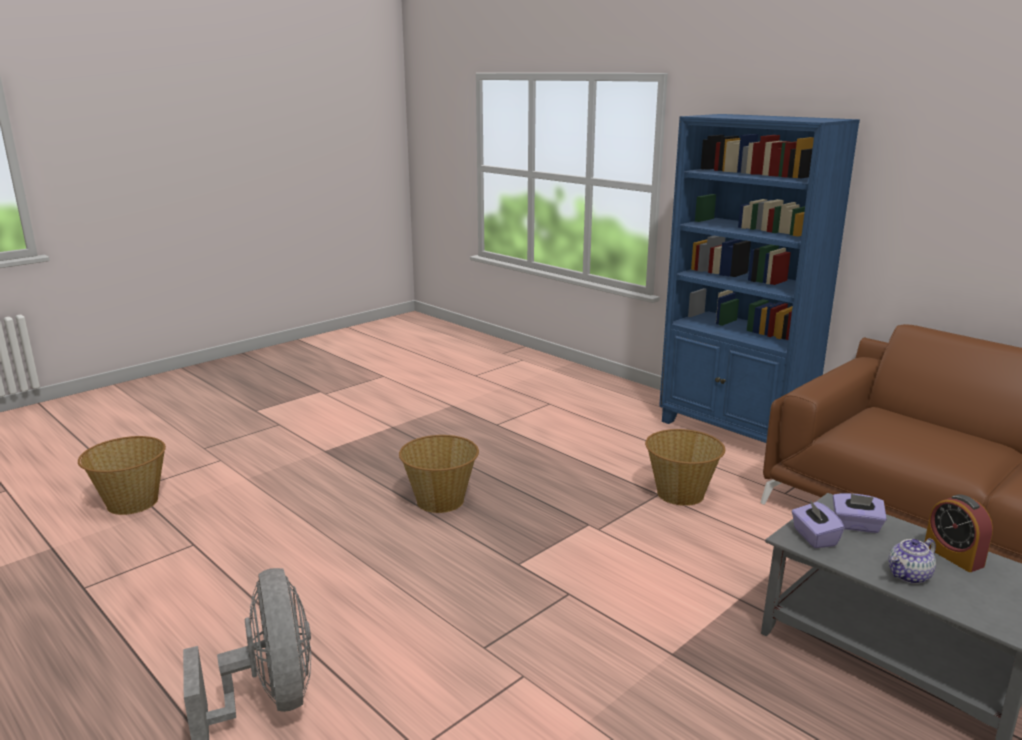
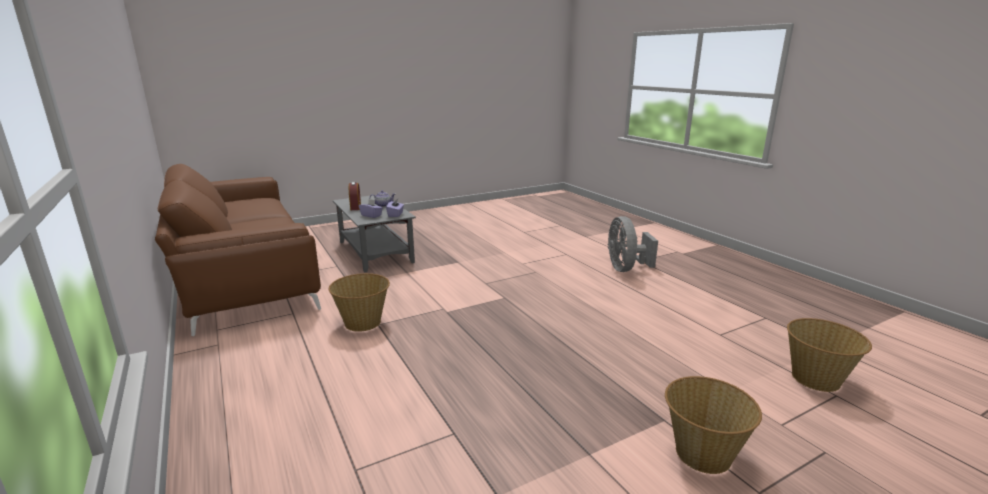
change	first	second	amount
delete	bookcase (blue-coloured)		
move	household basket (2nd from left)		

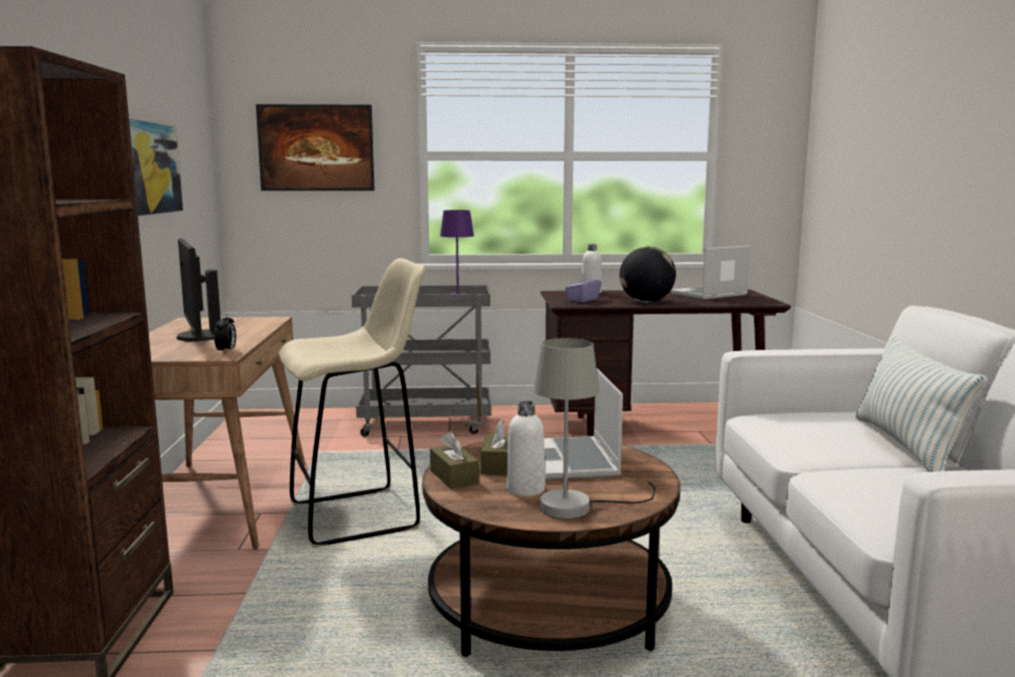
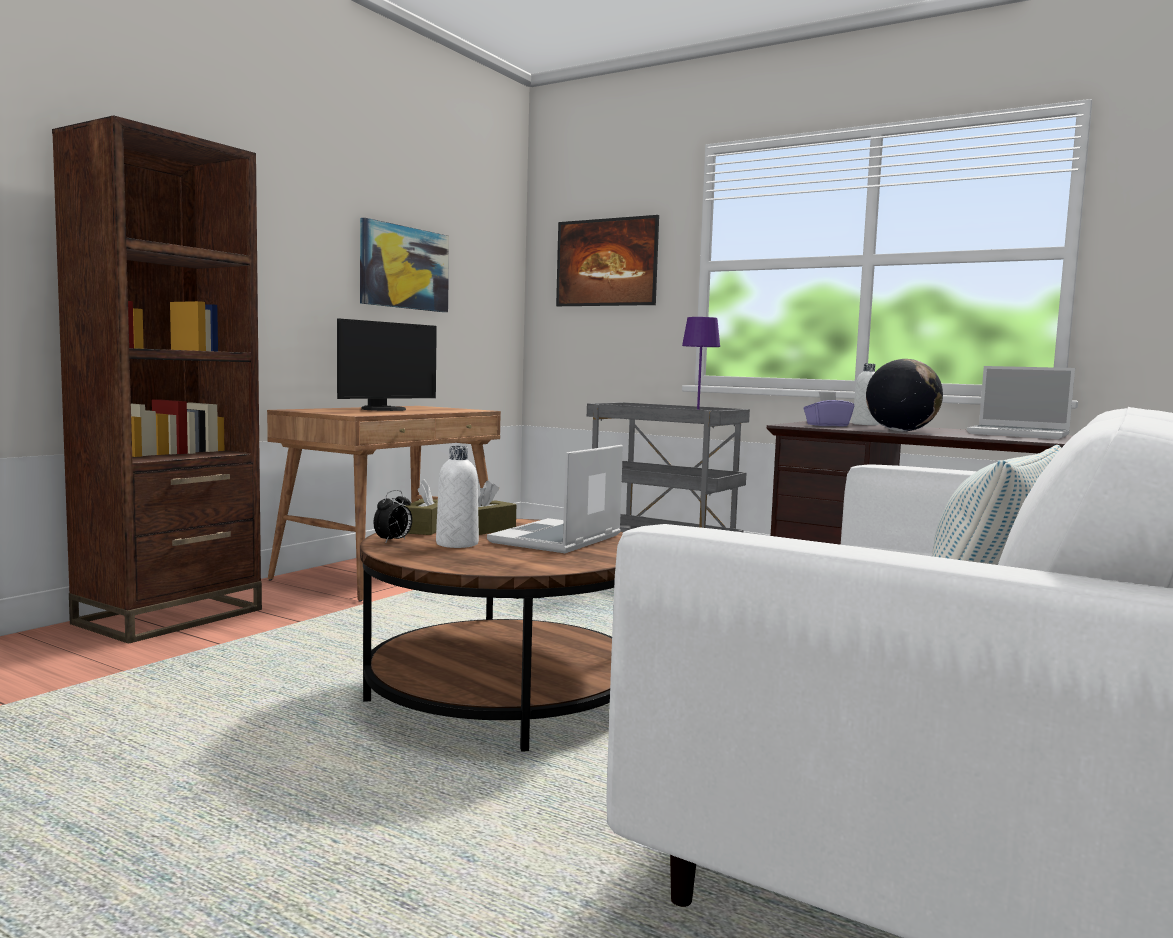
change	first	second	amount
rotate	computer screen		150 degrees counterclockwise
rotate	portable computer (2nd from left)		150 degrees counterclockwise
delete	stool seat (beige-coloured)		
move	table clock		
delete	tabletop lamp (grey)		

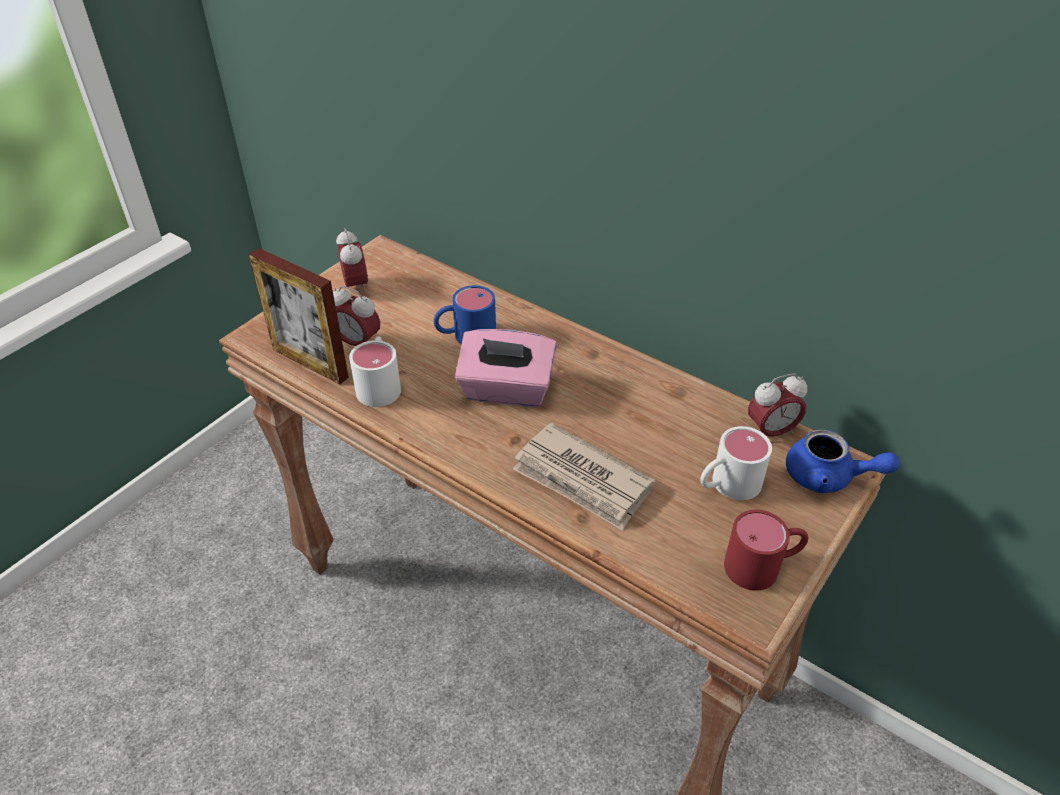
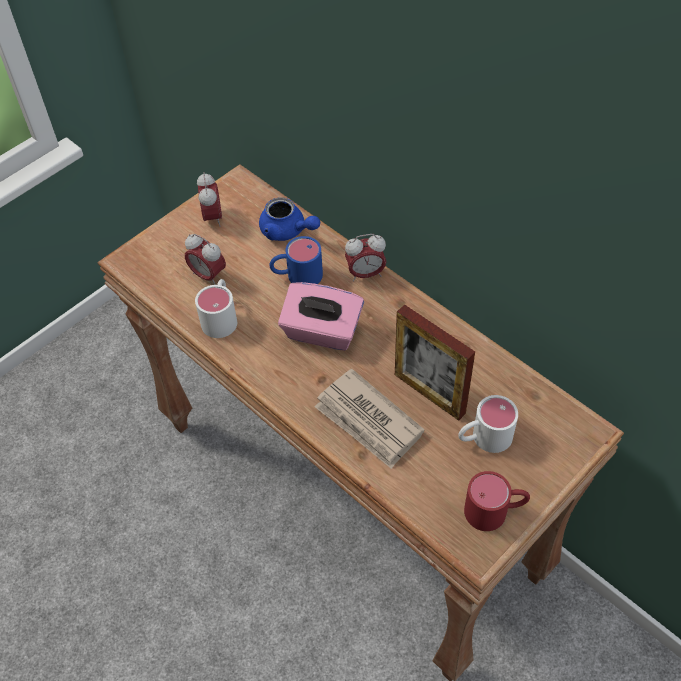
change	first	second	amount
move	photo frame		
move	table clock (3rd from left)		
move	pot for tea (blue-coloured)		

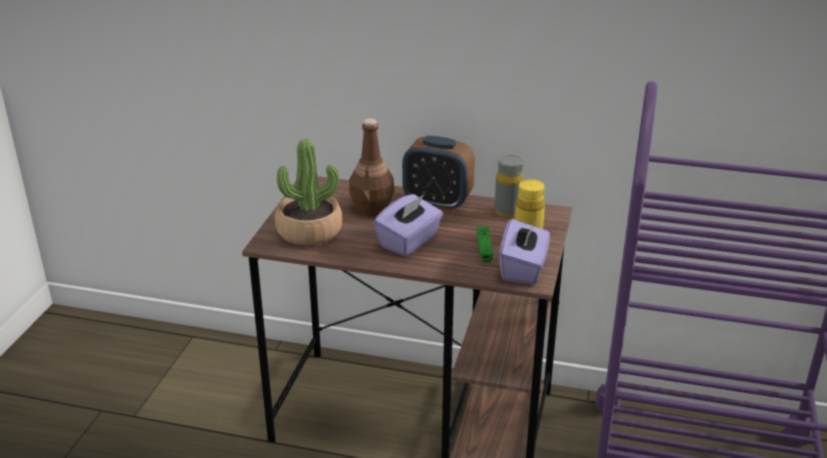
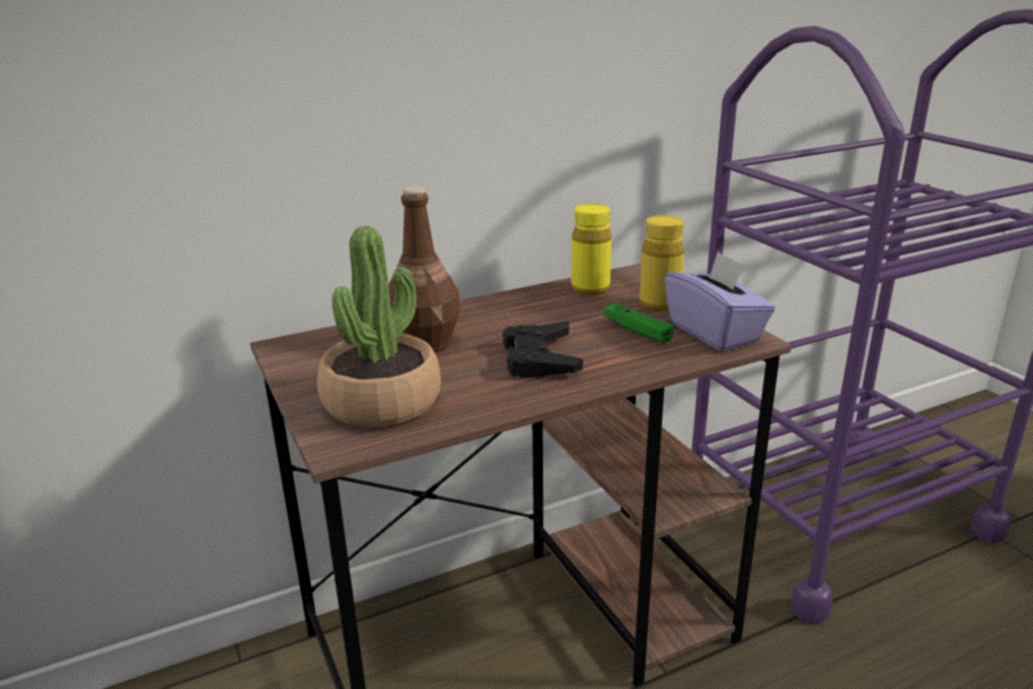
change	first	second	amount
delete	table clock		
recolor	bottle (grey)	bottle (yellow-coloured) (1st from left)	
replace	tissue holder (purplish) (1st from left)	game controller (black)	

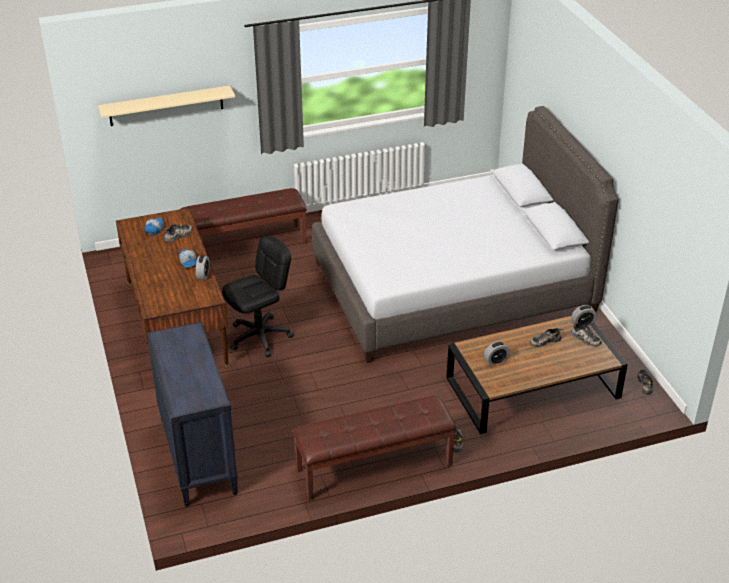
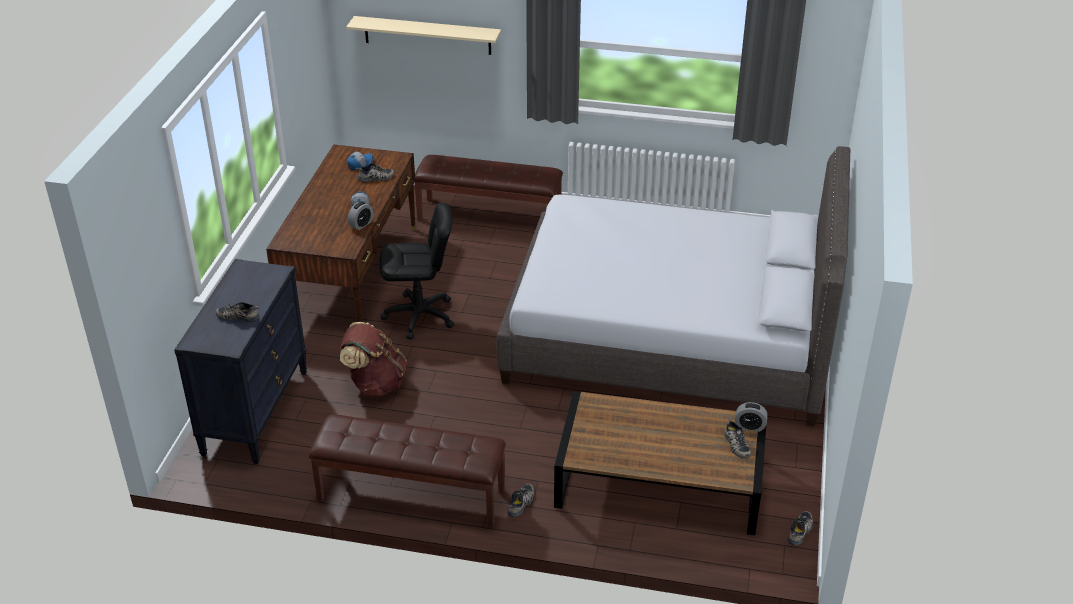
change	first	second	amount
move	shoe (3rd from left in the first image)	shoe (1st from left)	
delete	table clock (2nd from left)		
insert		backpack (brownish)	

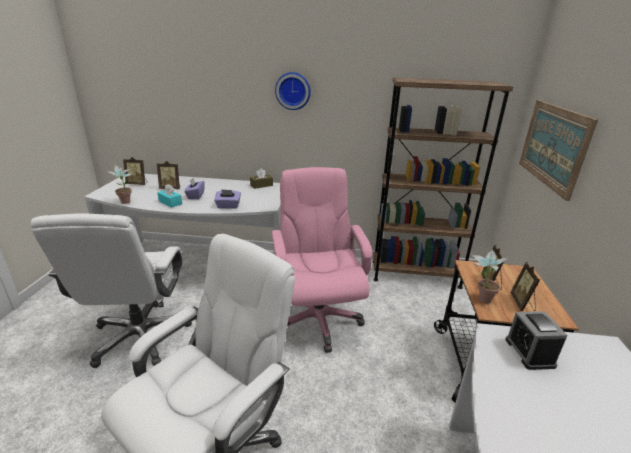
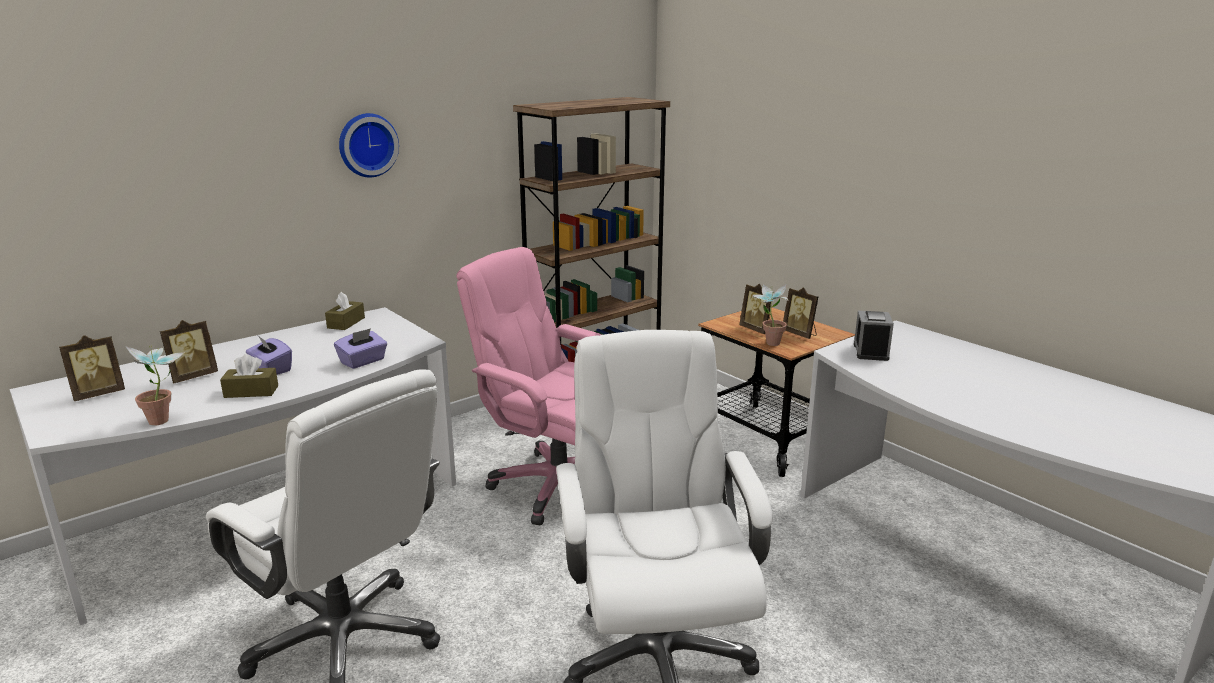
change	first	second	amount
delete	wall art		
recolor	tissue holder (blue-green)	tissue holder (brownish) (1st from left)	
rotate	table clock		60 degrees clockwise

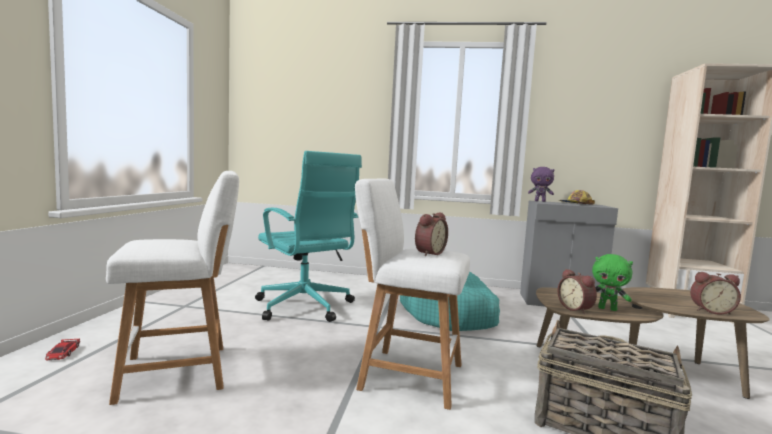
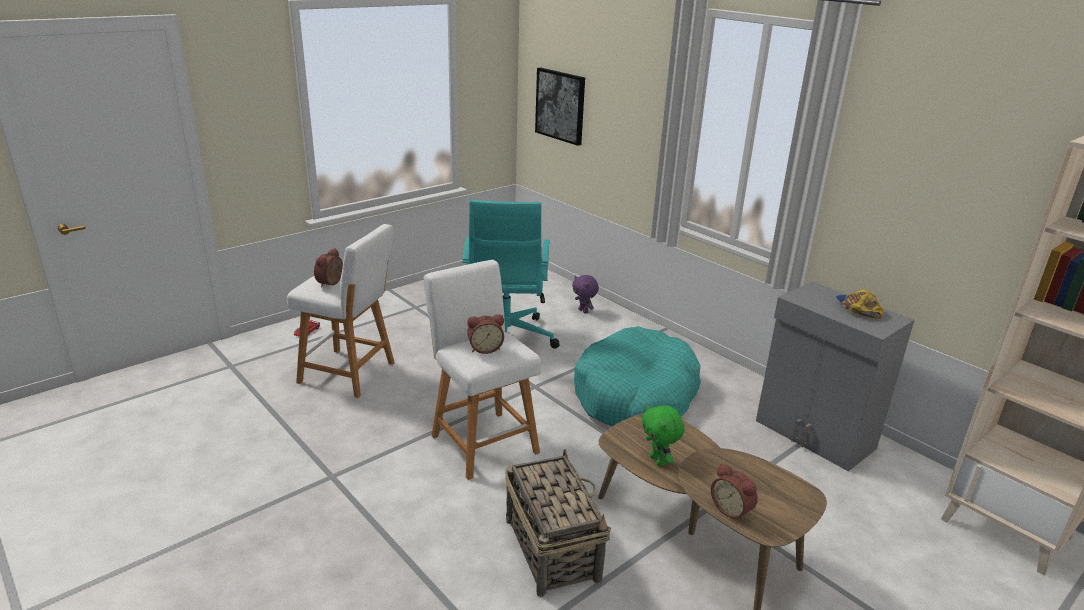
change	first	second	amount
move	cuddly toy (purplish)		
move	table clock (2nd from left in the first image)	table clock (1st from left)	
insert		wall art	

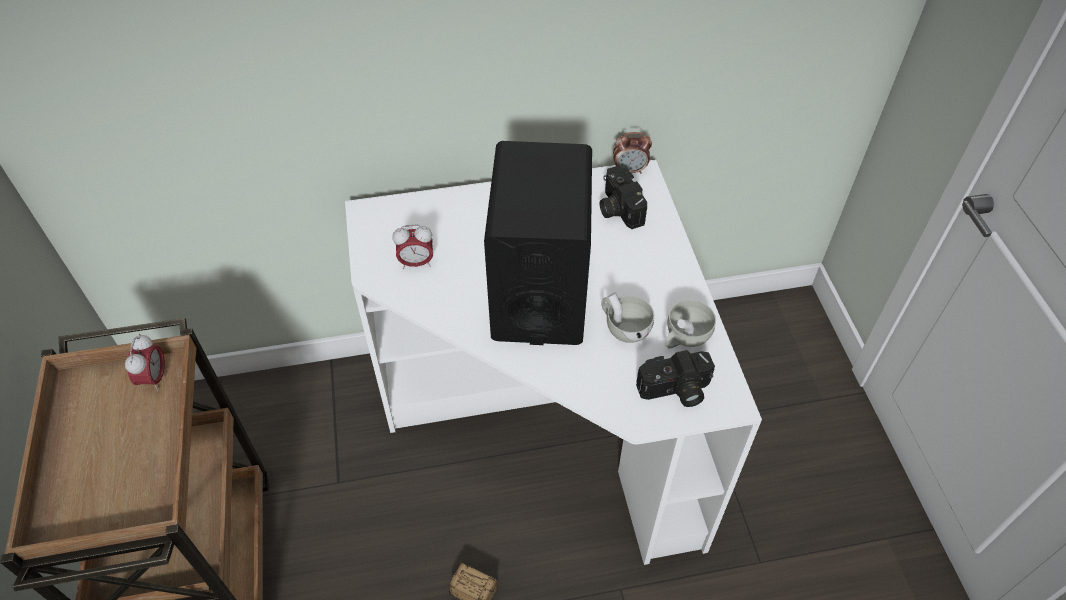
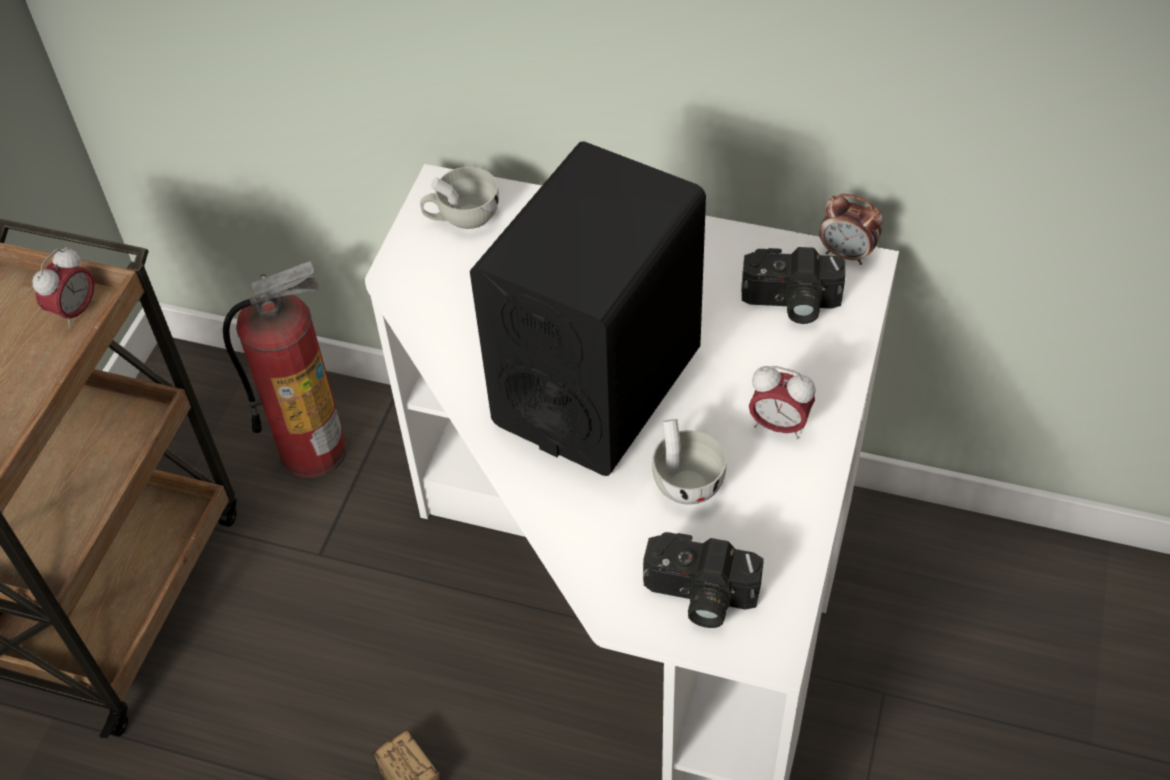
change	first	second	amount
rotate	still camera (1st from left in the first image)	still camera (2nd from left)	90 degrees counterclockwise
move	table clock (2nd from left)		
move	cup (white) (2nd from left in the first image)	cup (white) (1st from left)	
insert		fire-fighting cylinder	

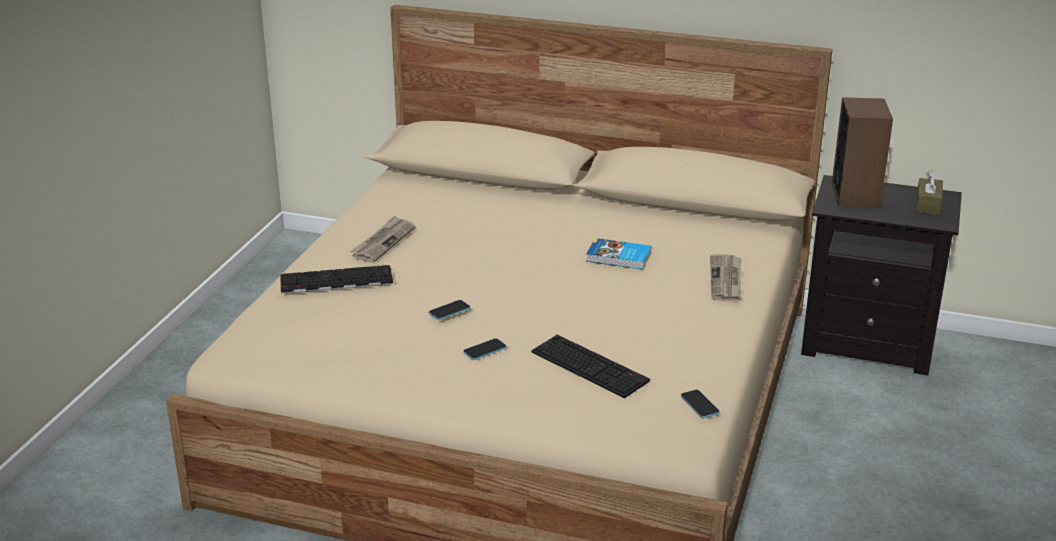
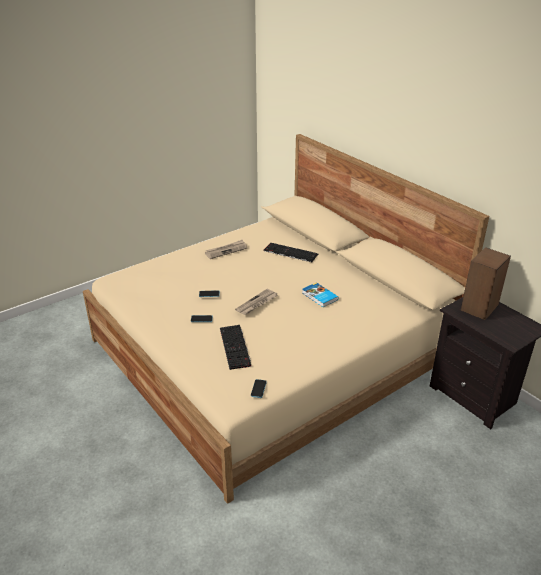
change	first	second	amount
delete	tissue holder (brownish)		
move	printed paper (2nd from left)		
move	PC keyboard (1st from left in the first image)	PC keyboard (2nd from left)	

